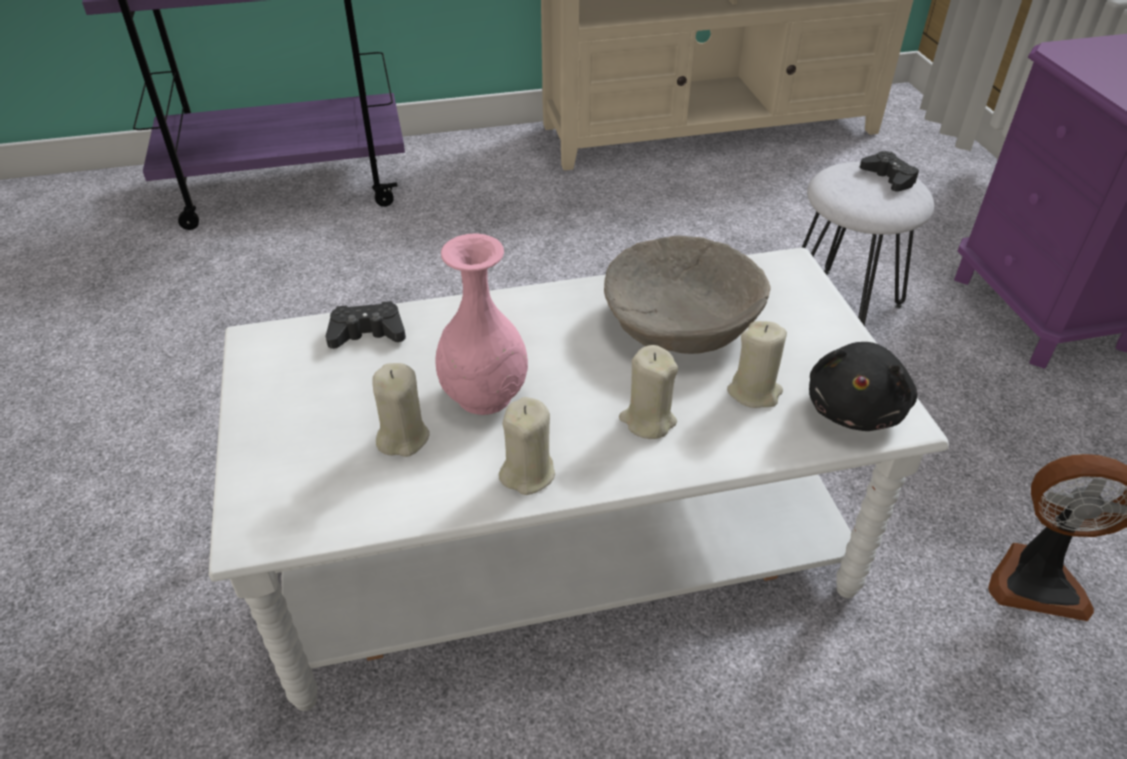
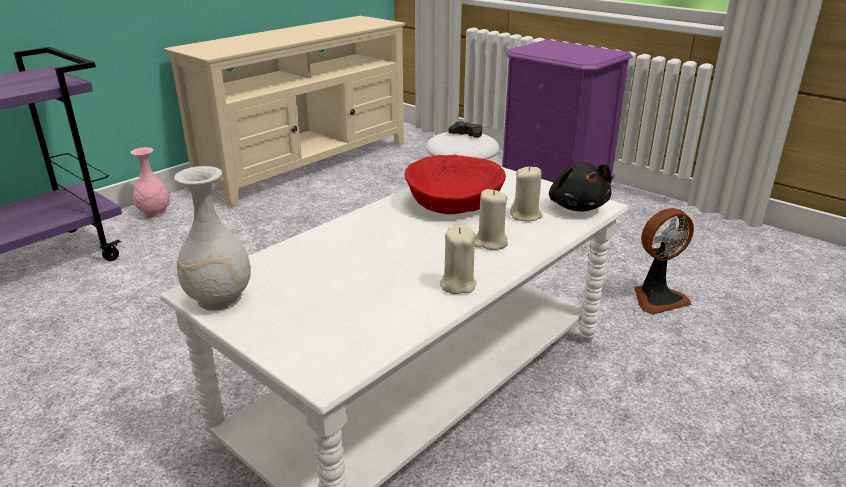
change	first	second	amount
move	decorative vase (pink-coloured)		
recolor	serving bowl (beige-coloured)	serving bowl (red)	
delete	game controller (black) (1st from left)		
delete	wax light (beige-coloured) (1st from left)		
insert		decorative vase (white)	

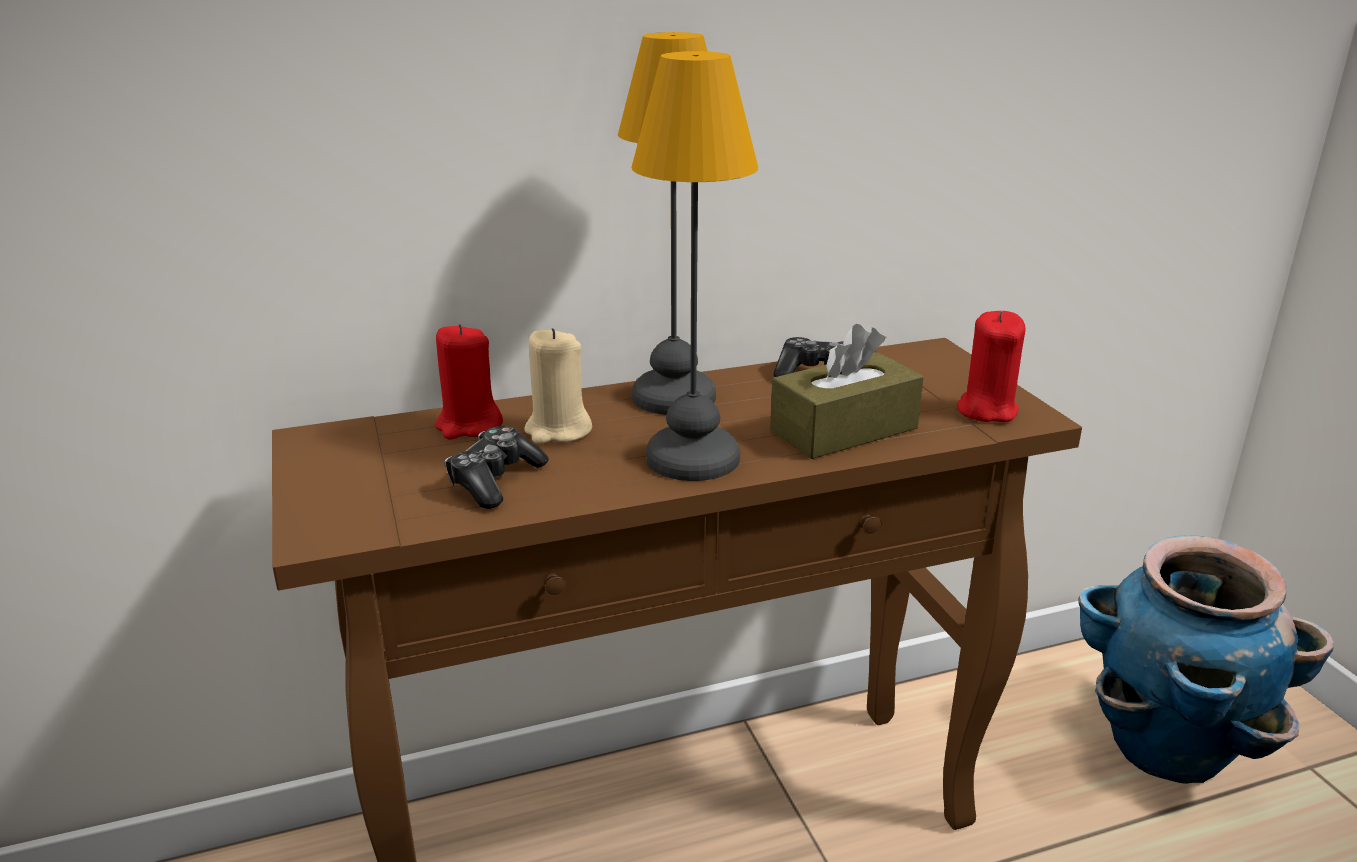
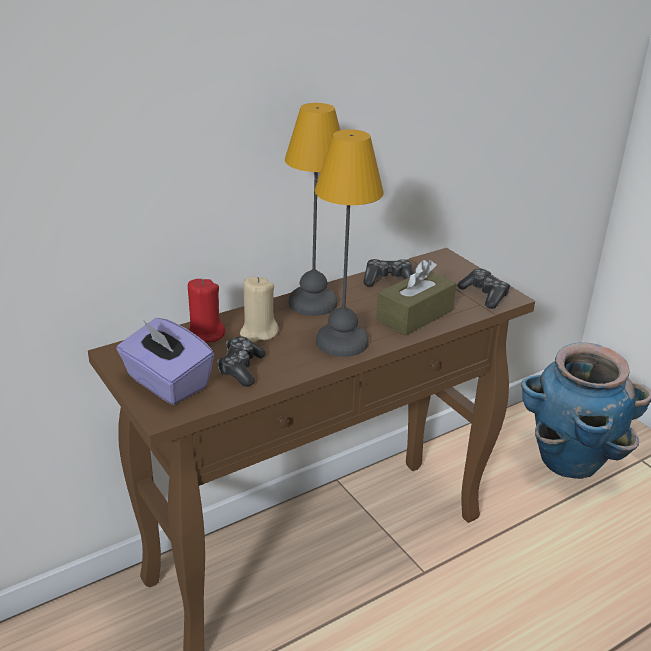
change	first	second	amount
replace	wax light (red) (2nd from left)	game controller (3rd from left)	
insert		tissue holder (purplish)	

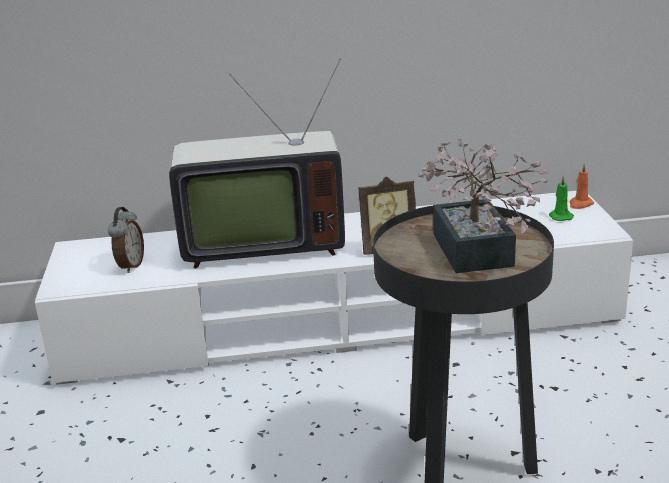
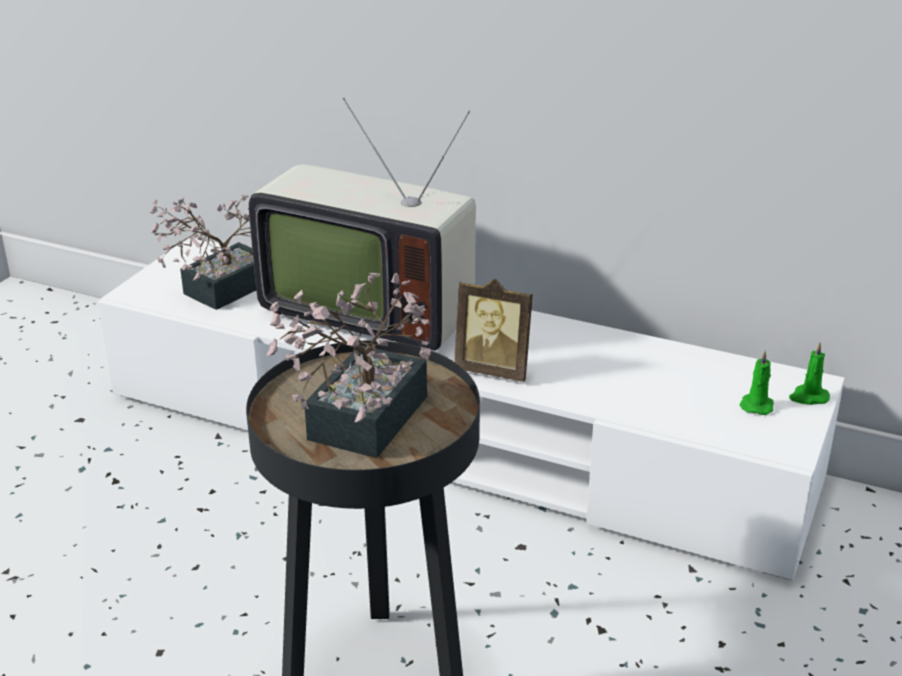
change	first	second	amount
recolor	wax light (orangey)	wax light (green-coloured) (2nd from left)	
replace	table clock	potted plant (1st from left)	

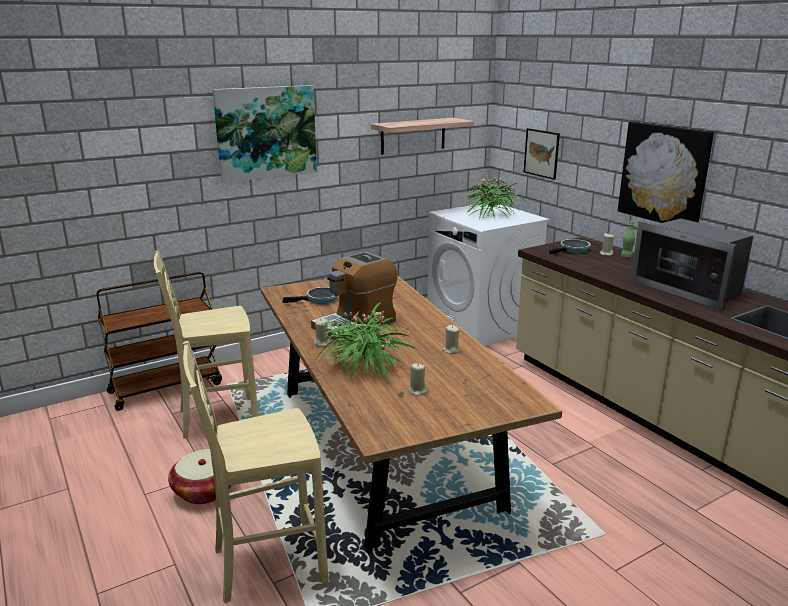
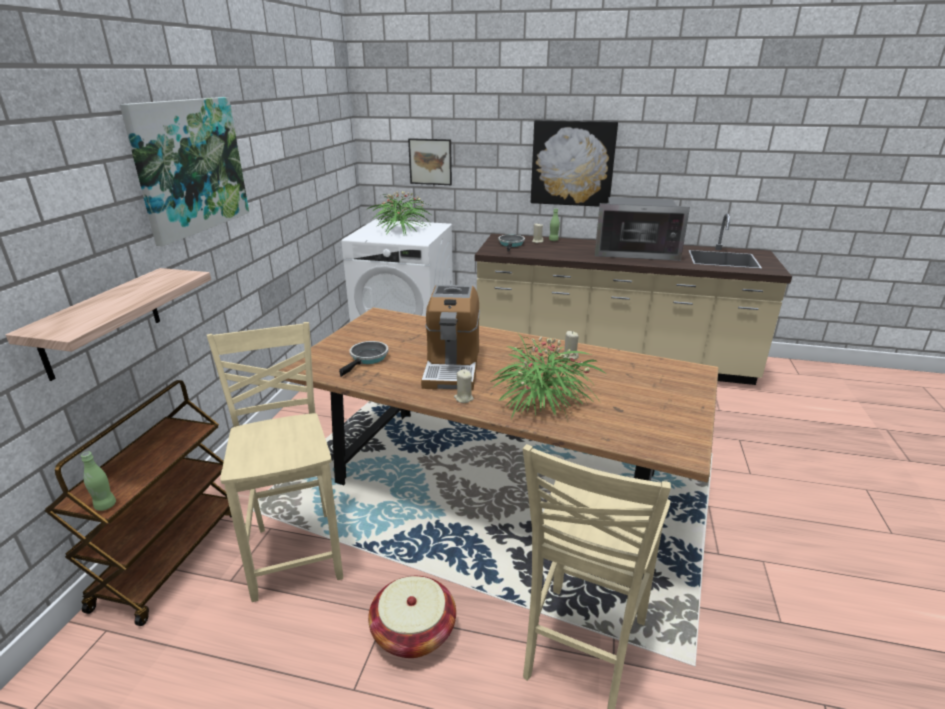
change	first	second	amount
move	bracket shelf		
rotate	plain chair (beige-coloured) (1st from left)		135 degrees clockwise
delete	wax light (beige-coloured) (2nd from left)		
insert		bottle (green-coloured) (1st from left)	

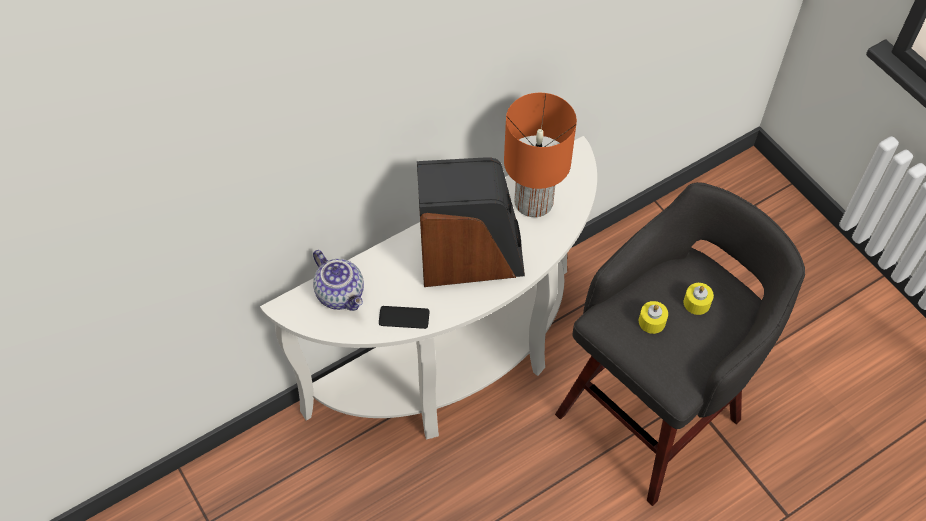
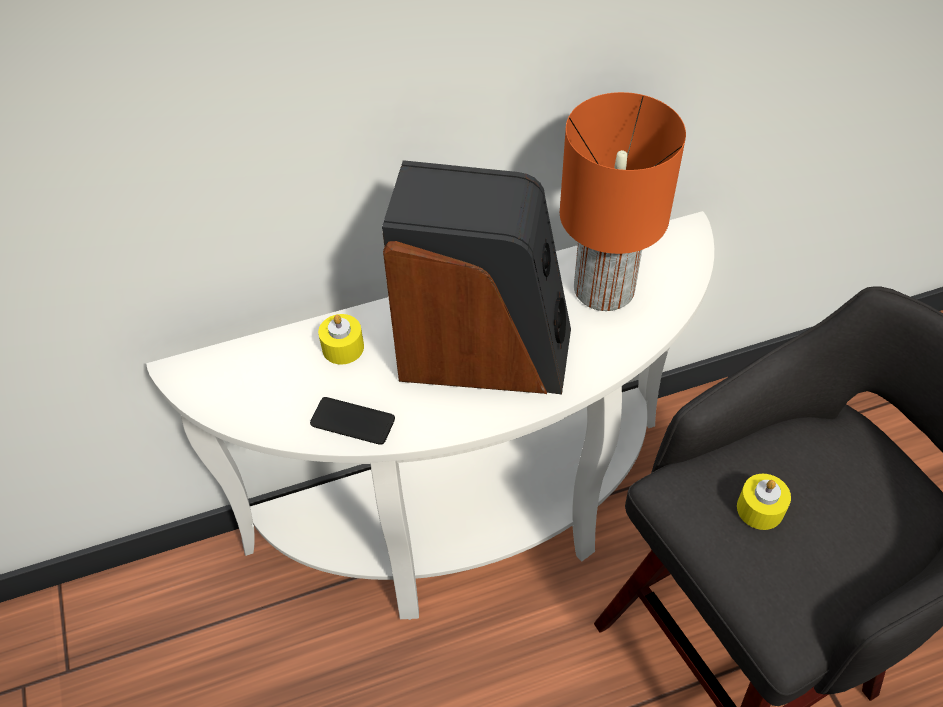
change	first	second	amount
delete	pot for tea		
move	wax light (yellow-coloured) (2nd from left in the first image)	wax light (yellow-coloured) (1st from left)	

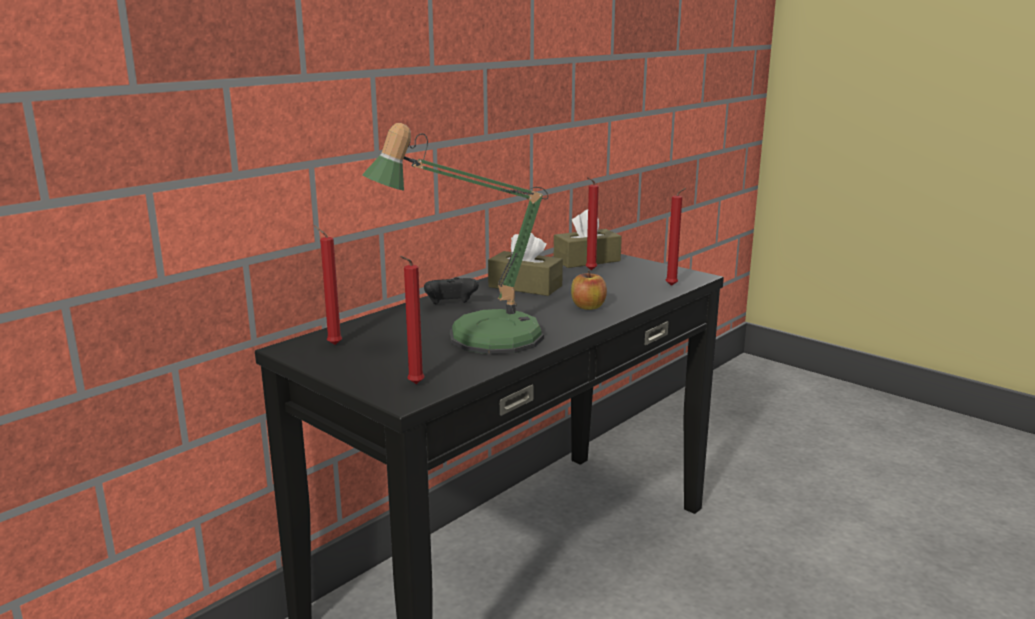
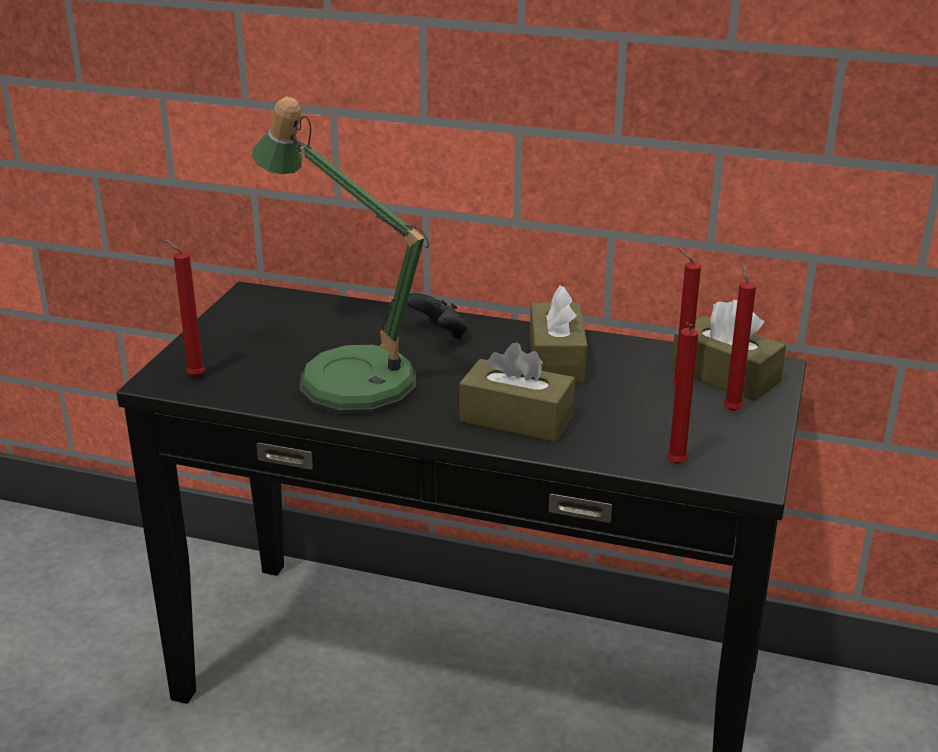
change	first	second	amount
move	wax light (red) (1st from left in the first image)	wax light (red) (4th from left)	
replace	apple	tissue holder (brownish) (1st from left)	

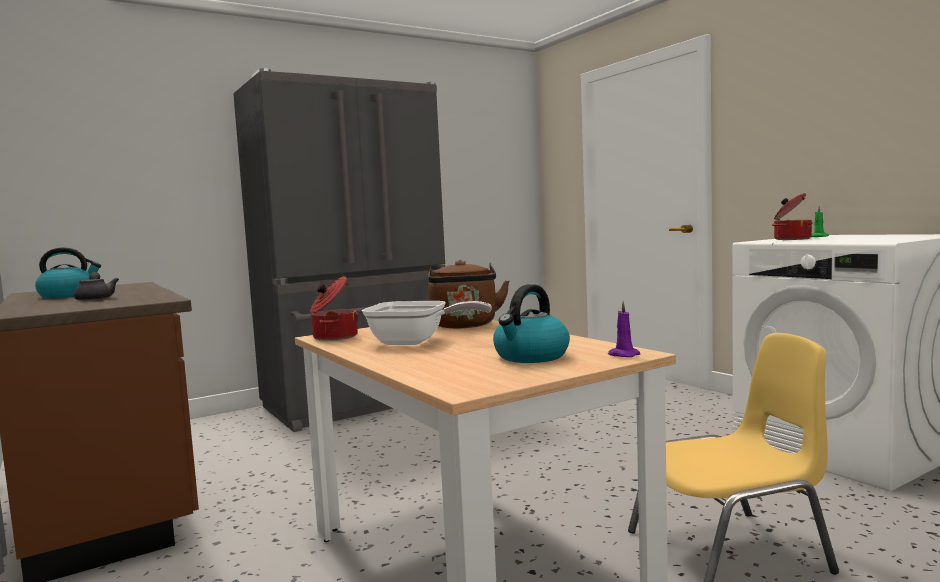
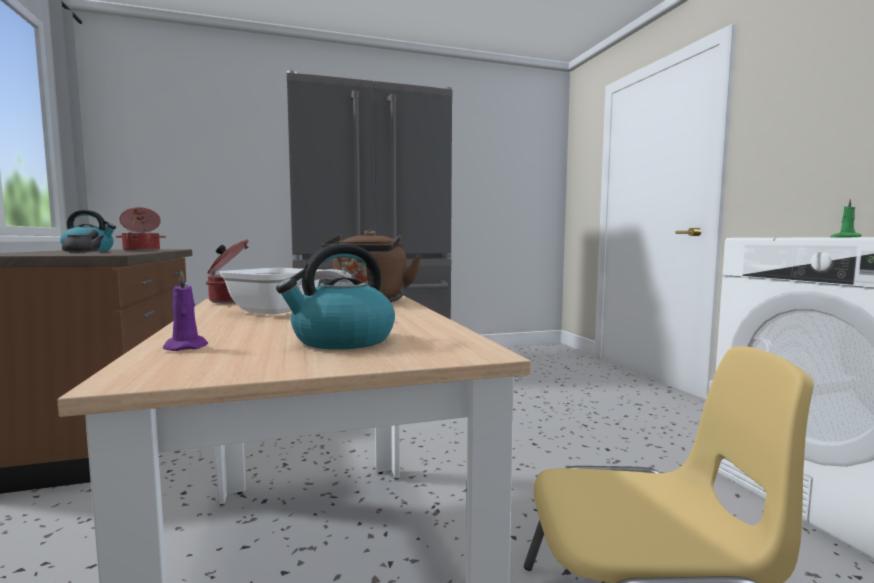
change	first	second	amount
move	saucepot (2nd from left in the first image)	saucepot (1st from left)	
move	wax light (purplish)		

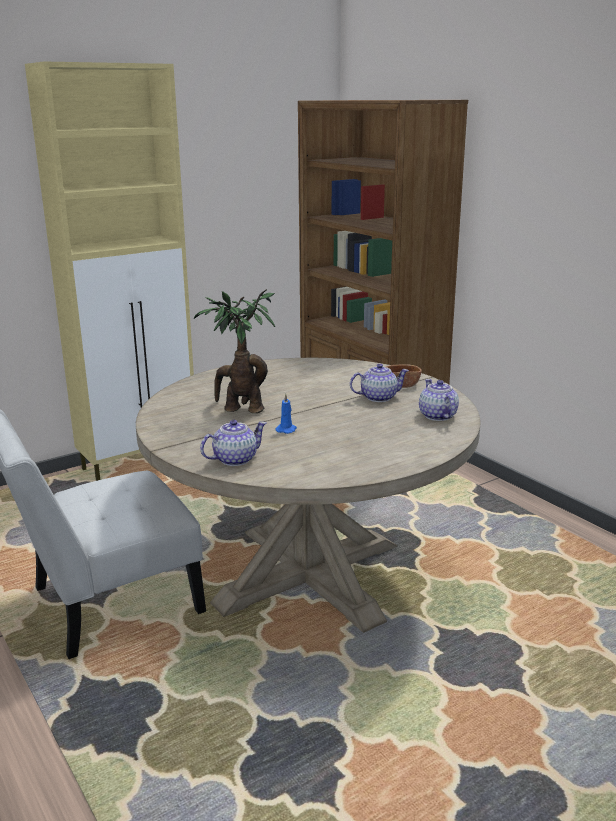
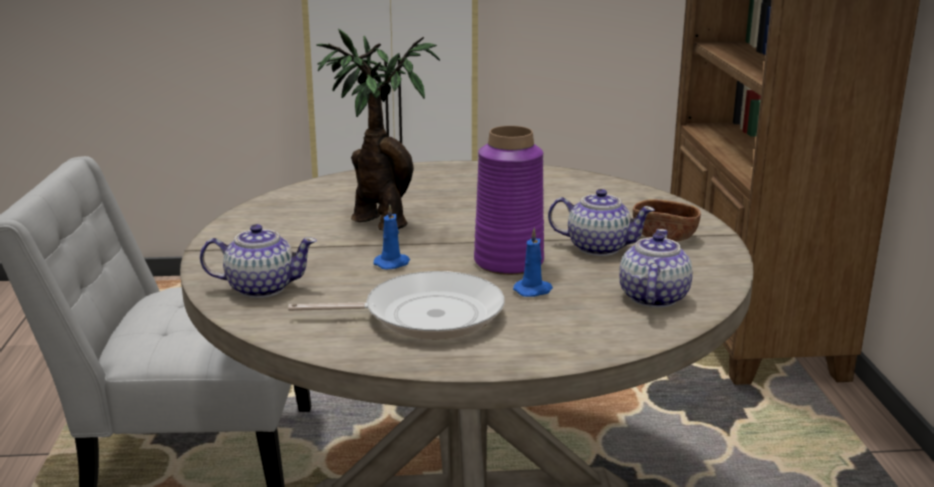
change	first	second	amount
insert		decorative vase (purplish)	
insert		wax light (blue-coloured) (2nd from left)	
insert		skillet	

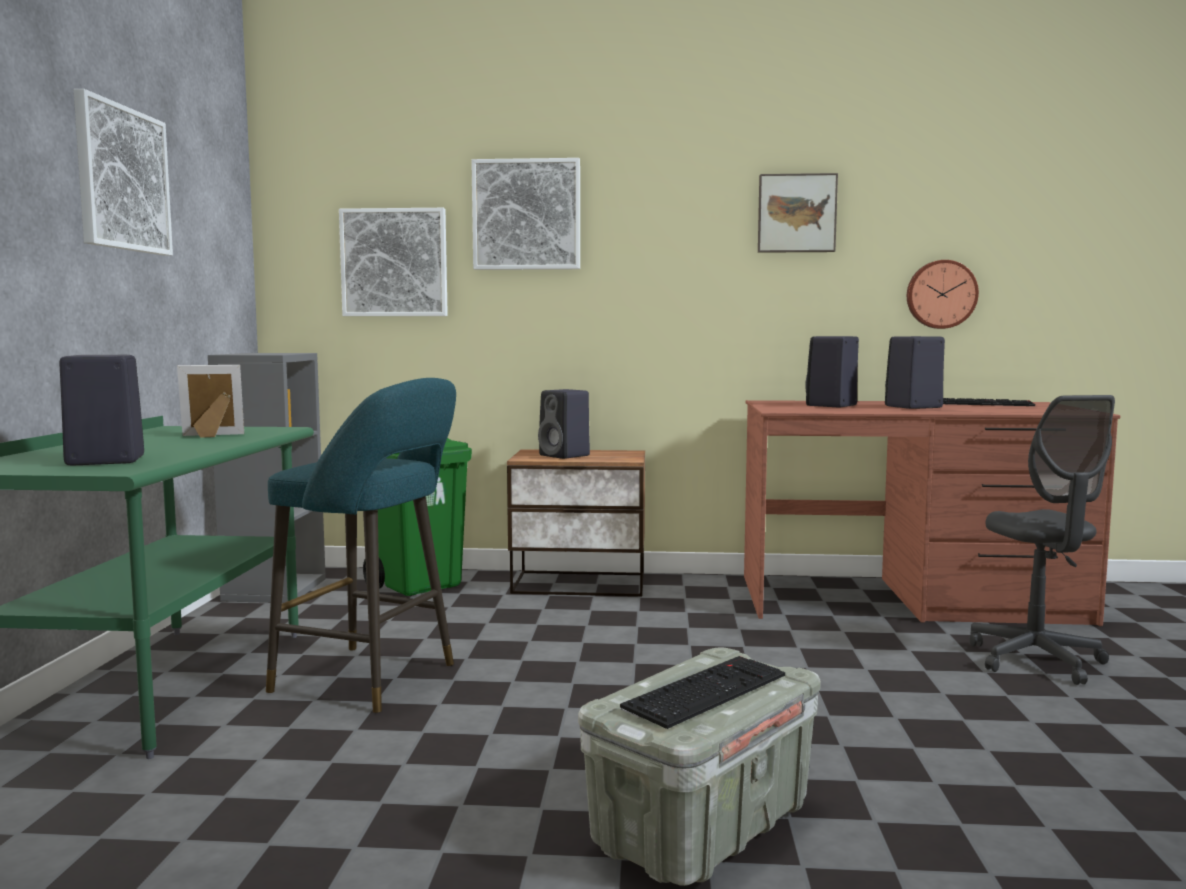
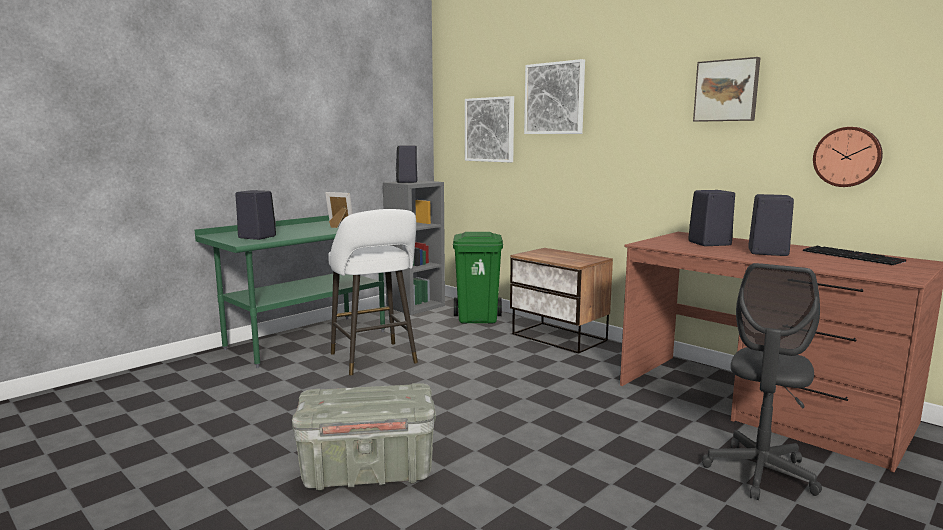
change	first	second	amount
delete	wall art (1st from left)		
recolor	stool seat (blue-green)	stool seat (white)	
move	speaker (black) (2nd from left)		
delete	PC keyboard (1st from left)		

